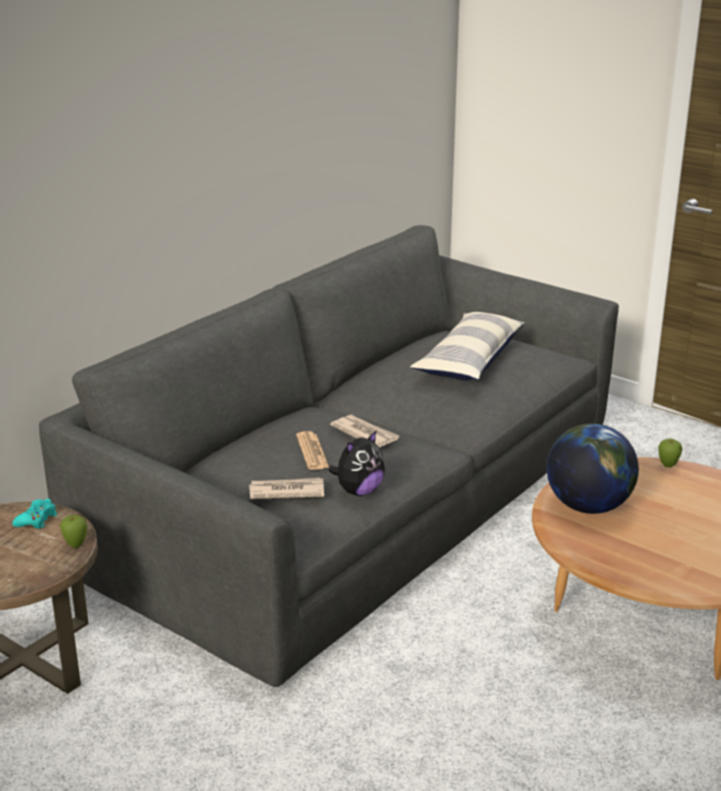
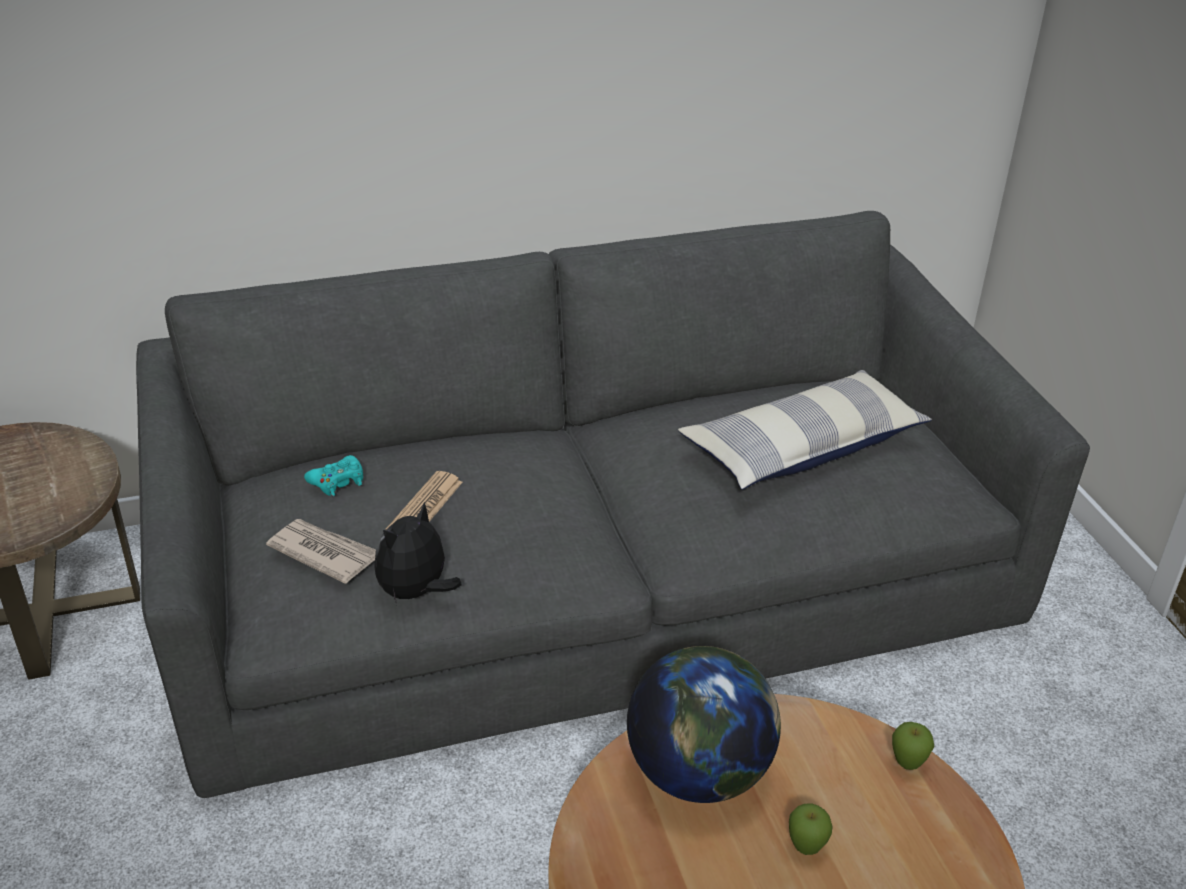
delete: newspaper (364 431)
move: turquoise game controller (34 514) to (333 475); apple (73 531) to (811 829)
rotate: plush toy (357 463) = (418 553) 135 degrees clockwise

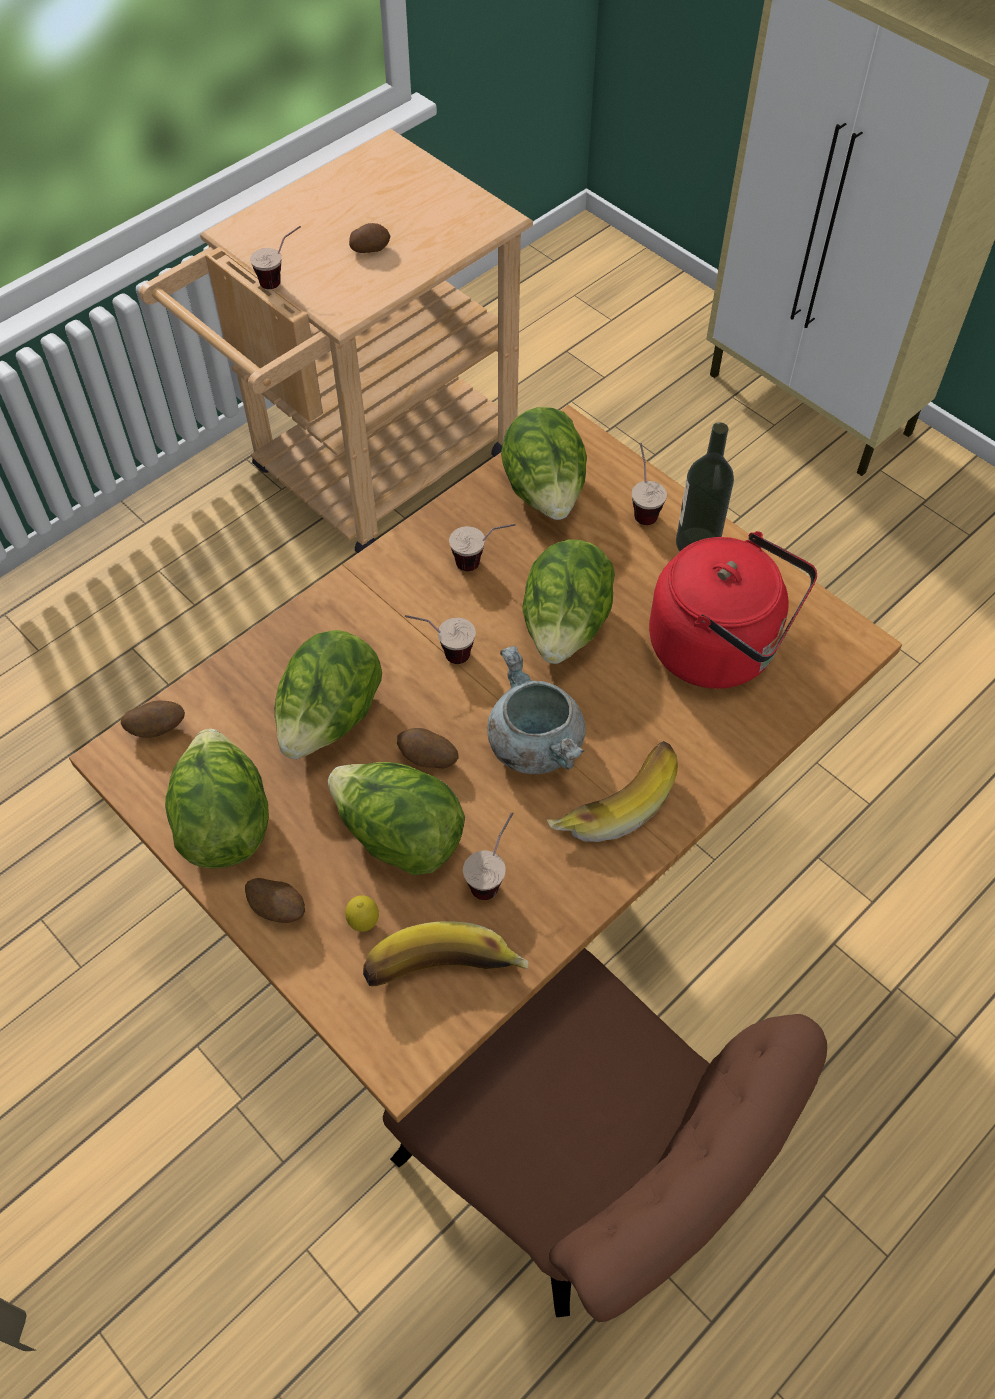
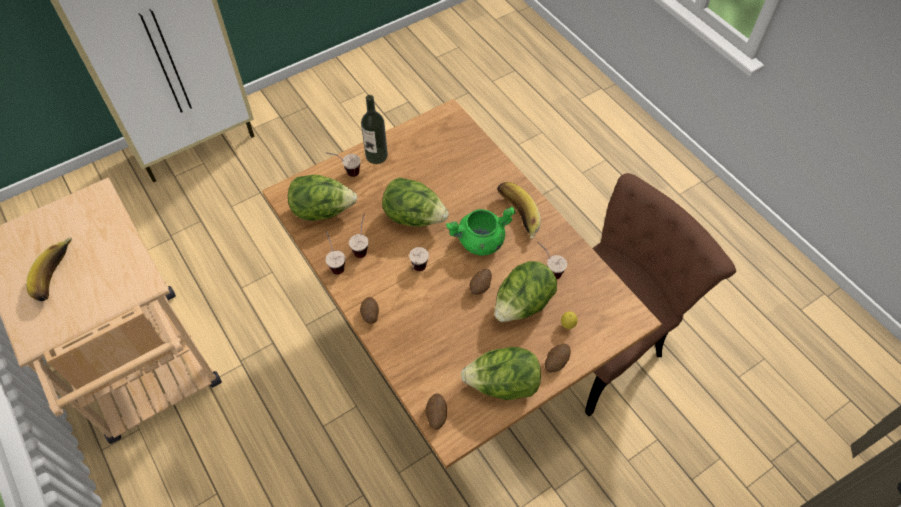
delete: lettuce (328 694); red kettle (733 610)
move: banana (445 953) to (49 269); cup (275 257) to (335 253); potato (369 238) to (369 310)
recolor: grey cooking pot (536 710) to green cooking pot (480 231)

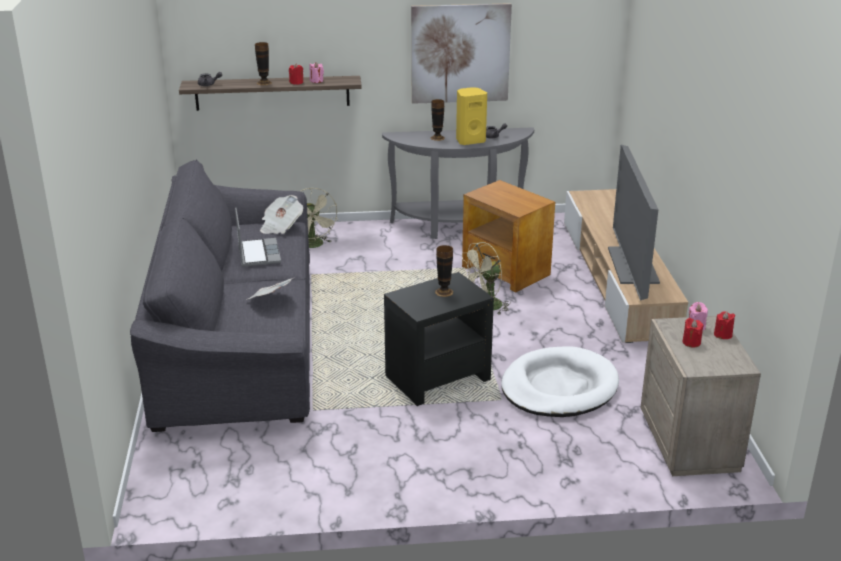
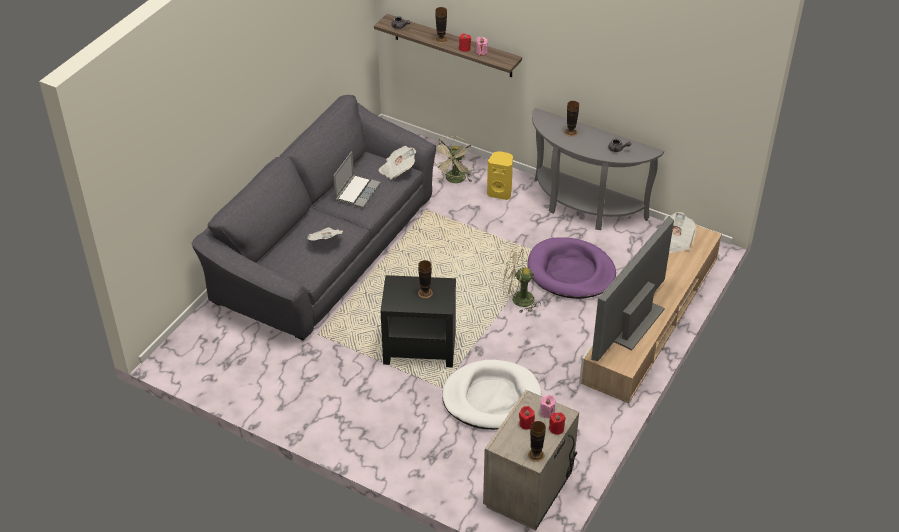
delete: picture (461 53)
insert: vase (537 441); newspaper (679 232)
move: yellow speaker (471 116) to (500 175)
replace: brown side table (508 236) to purple dog bed (571 268)

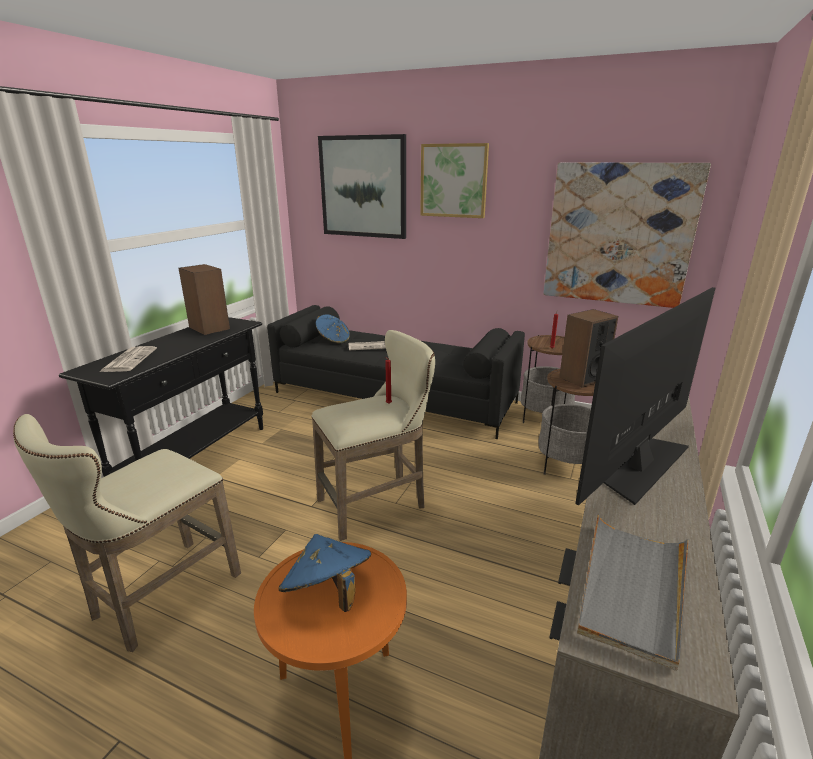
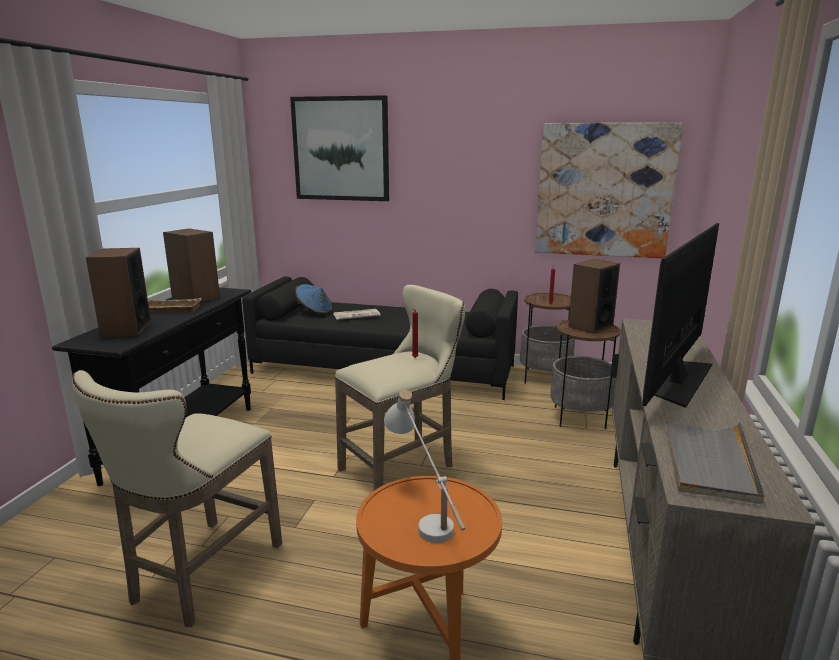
delete: picture (454 180)
insert: beige tray (175 305)
replace: newspaper (128 359) to speaker (118 293); blue hat (325 573) to white table lamp (425 466)

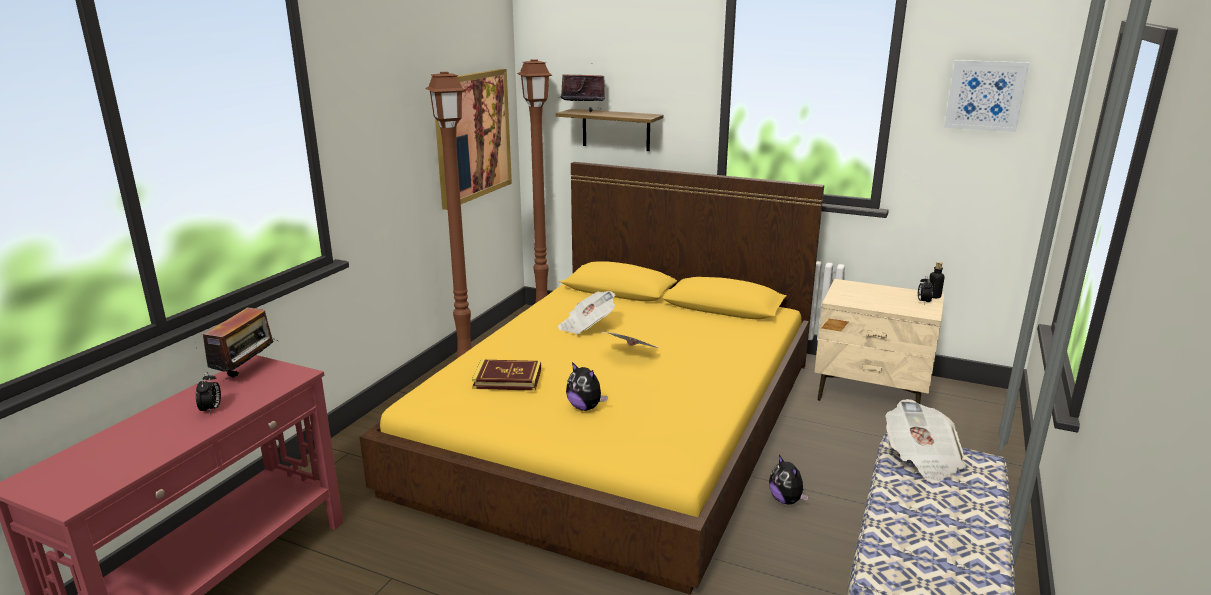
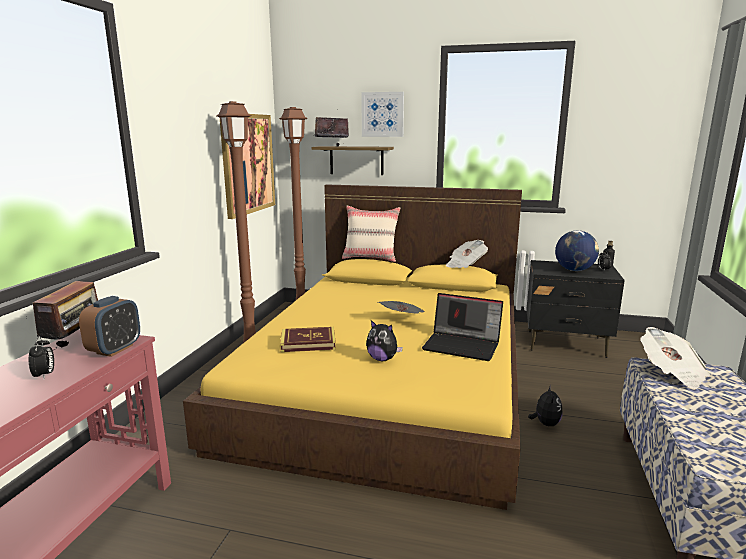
insert: alarm clock (109 326); beige pillow (371 234); laptop (462 327); globe (577 250)
move: picture (986 96) to (382 114); newspaper (586 312) to (467 254)
recolor: beige nightstand (879 341) to black nightstand (575 309)
rotate: plush toy (789 480) = (545 405) 135 degrees counterclockwise

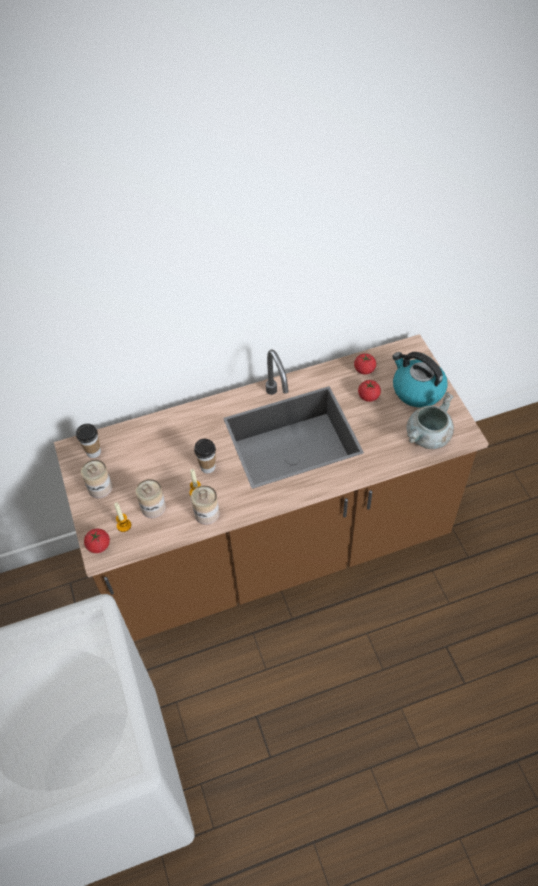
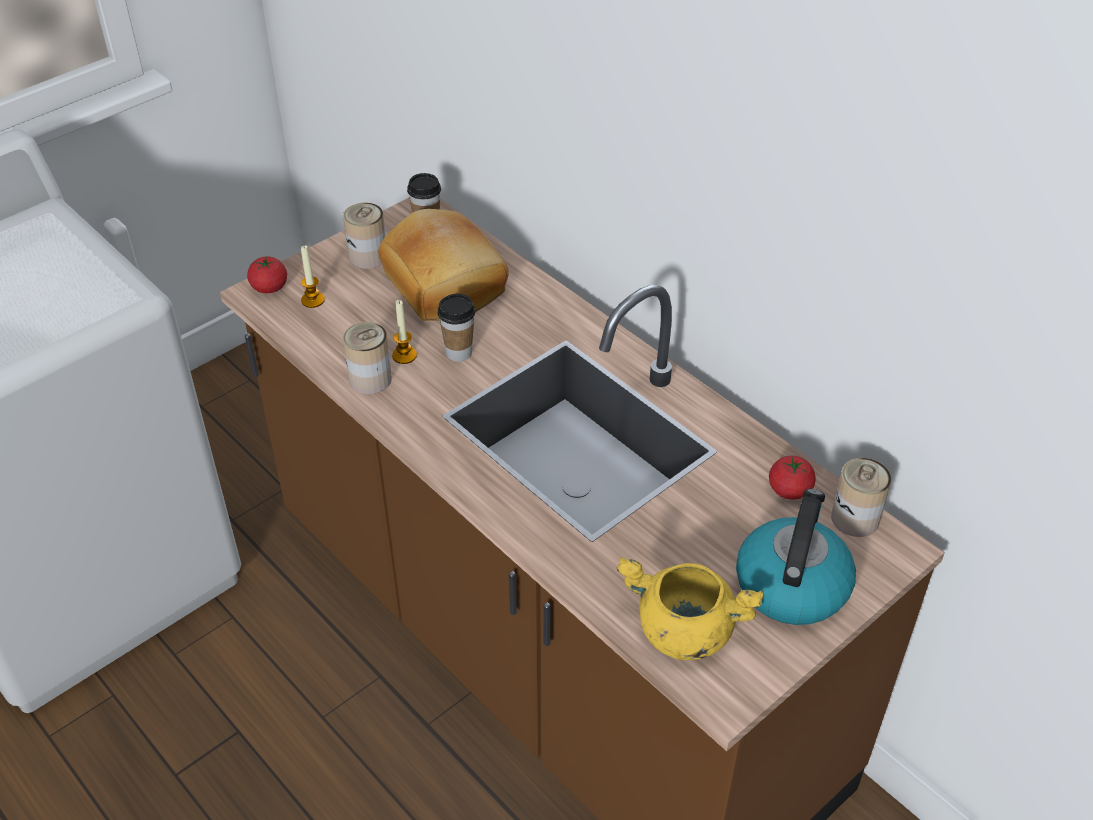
delete: tomato (369 391)
insert: bread (444 265)
move: can (151 498) to (861 497)
recolor: grey cooking pot (430 420) to yellow cooking pot (690 608)

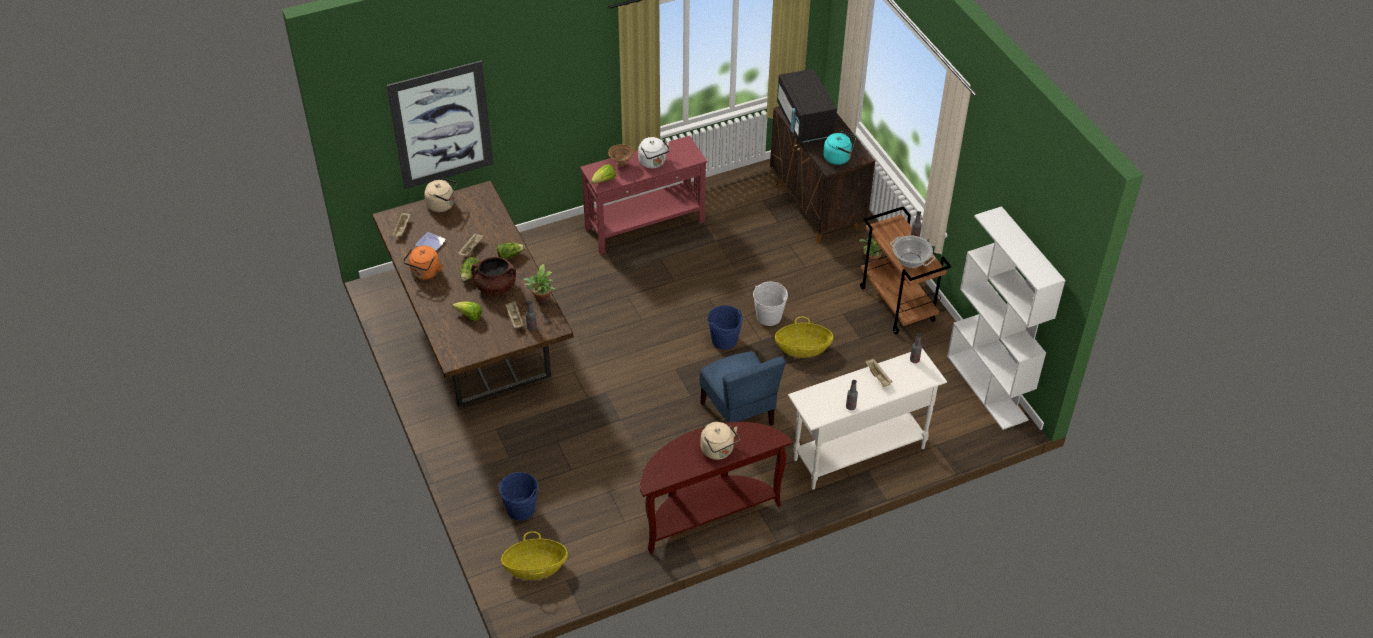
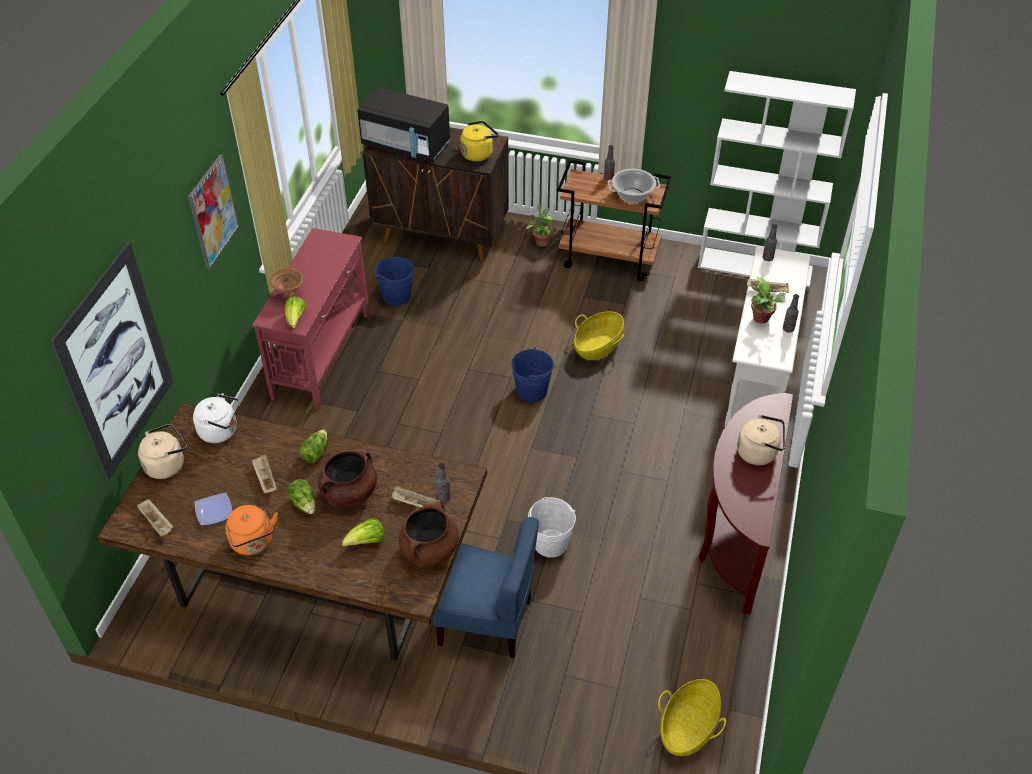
insert: picture (213 212); brown cooking pot (429 534)
move: white kettle (654 153) to (216 418); blue bucket (518 496) to (394 281); blue chair (742 388) to (486 587); white bucket (770 304) to (552 527); potted plant (539 283) to (768 300)
recolor: turquoise kettle (839 148) to yellow kettle (479 141)

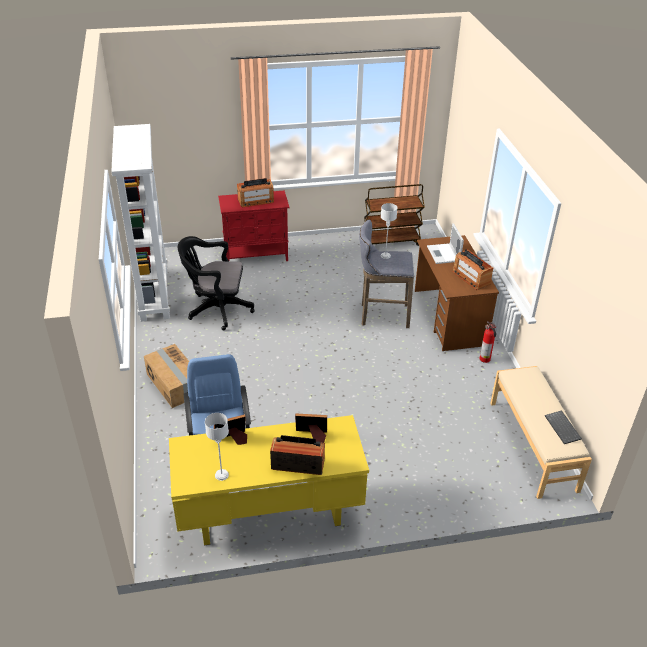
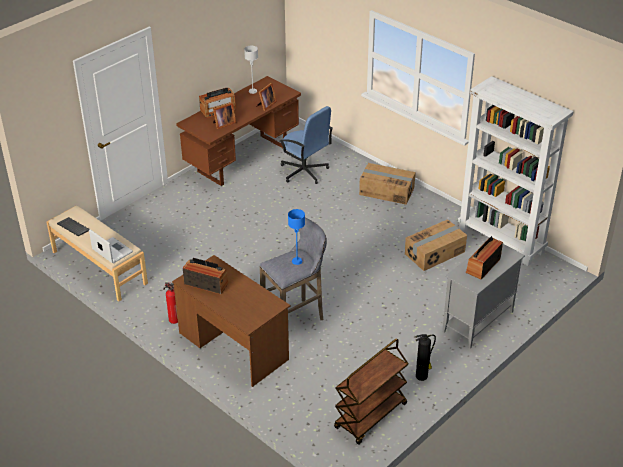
insert: fire extinguisher (426 357)
move: laptop (445 243) to (111 246)
replace: black office chair (216 283) to cardboard box (436 245)
recolor: yellow desk (269 480) to brown desk (238 131); grey table lamp (389 231) to blue table lamp (296 237); red cabinet (253 225) to grey cabinet (483 296)

